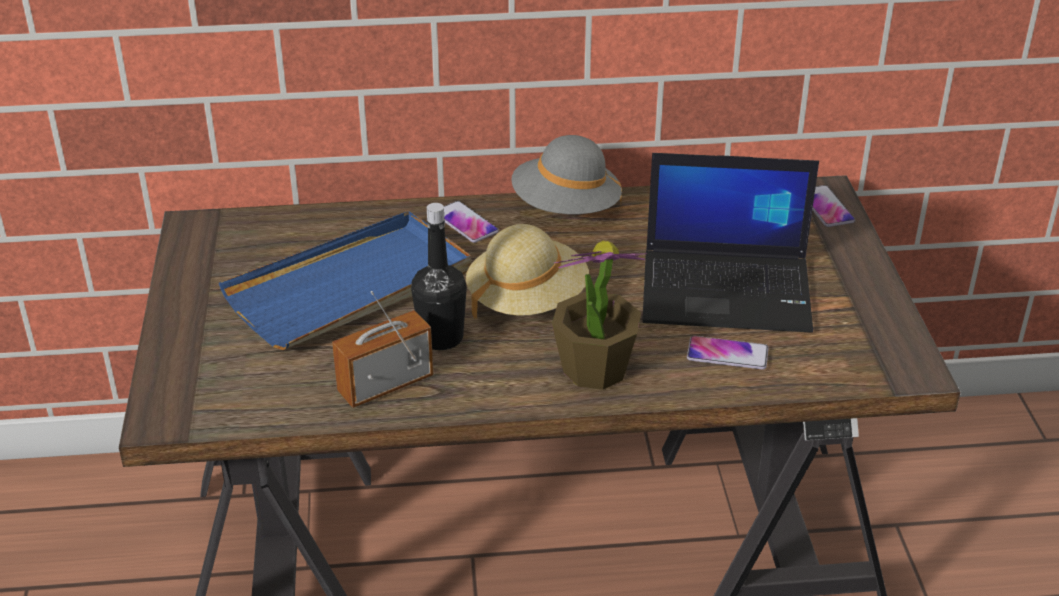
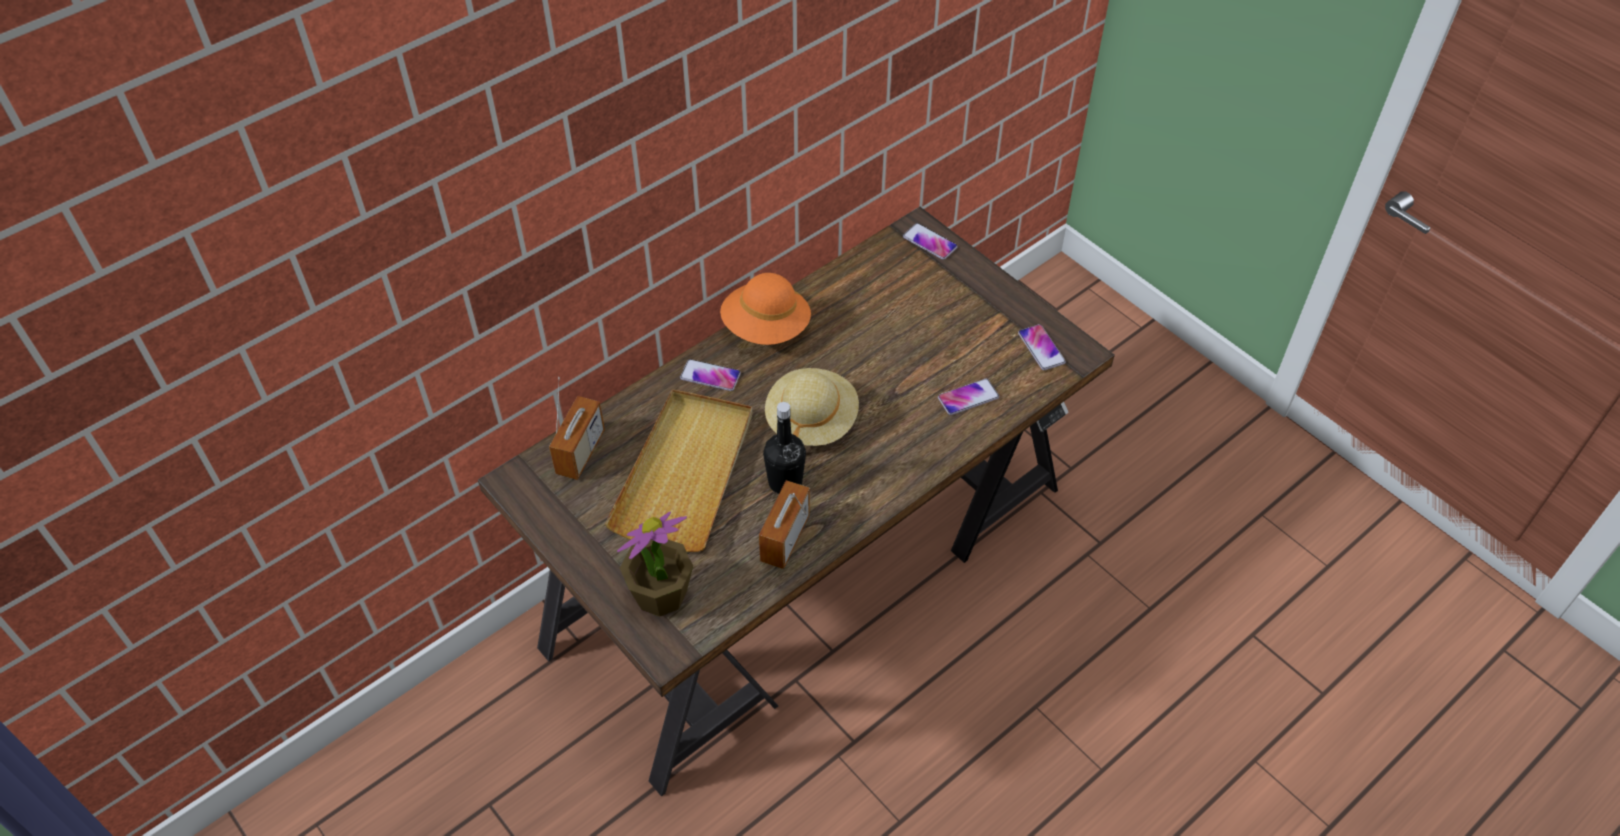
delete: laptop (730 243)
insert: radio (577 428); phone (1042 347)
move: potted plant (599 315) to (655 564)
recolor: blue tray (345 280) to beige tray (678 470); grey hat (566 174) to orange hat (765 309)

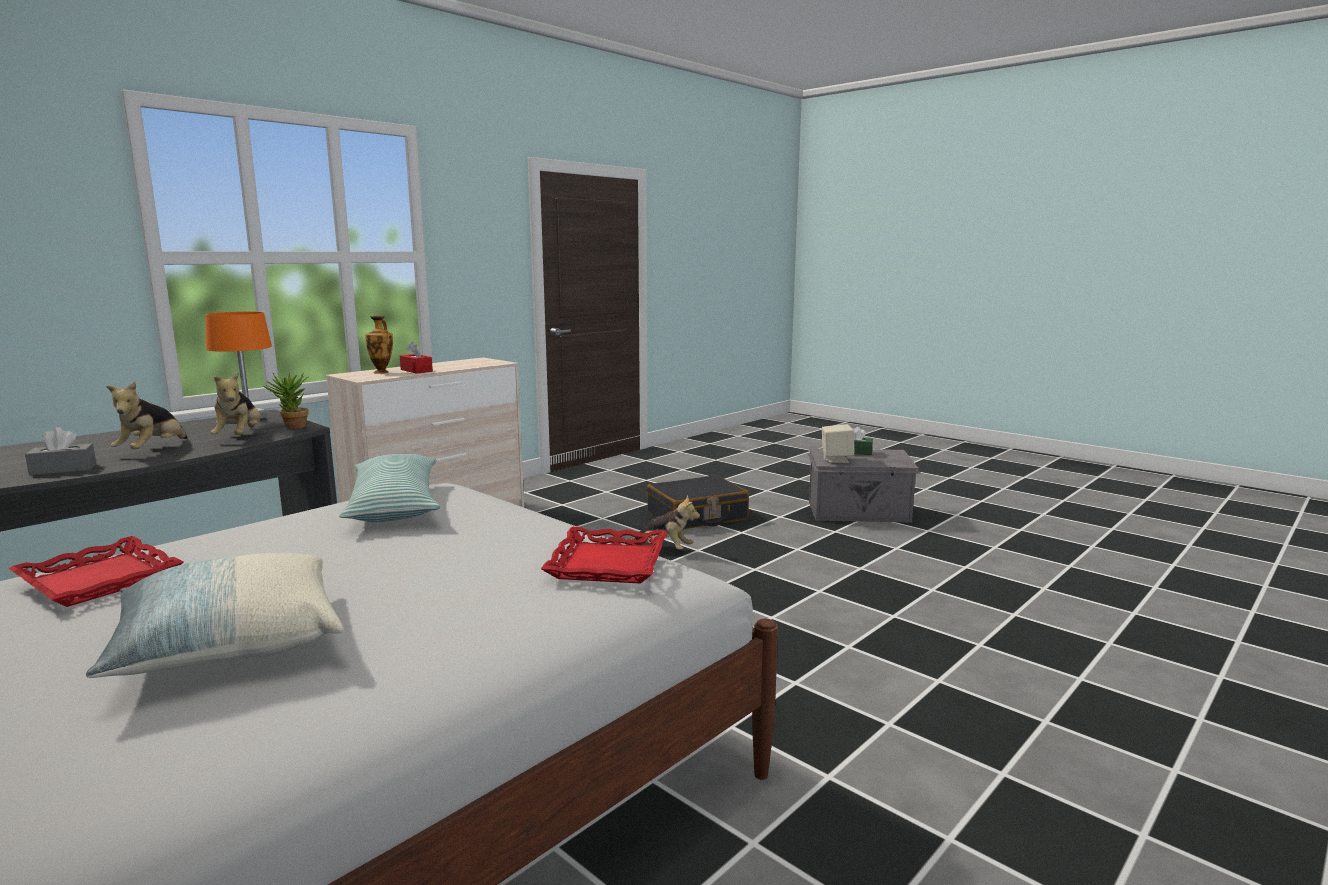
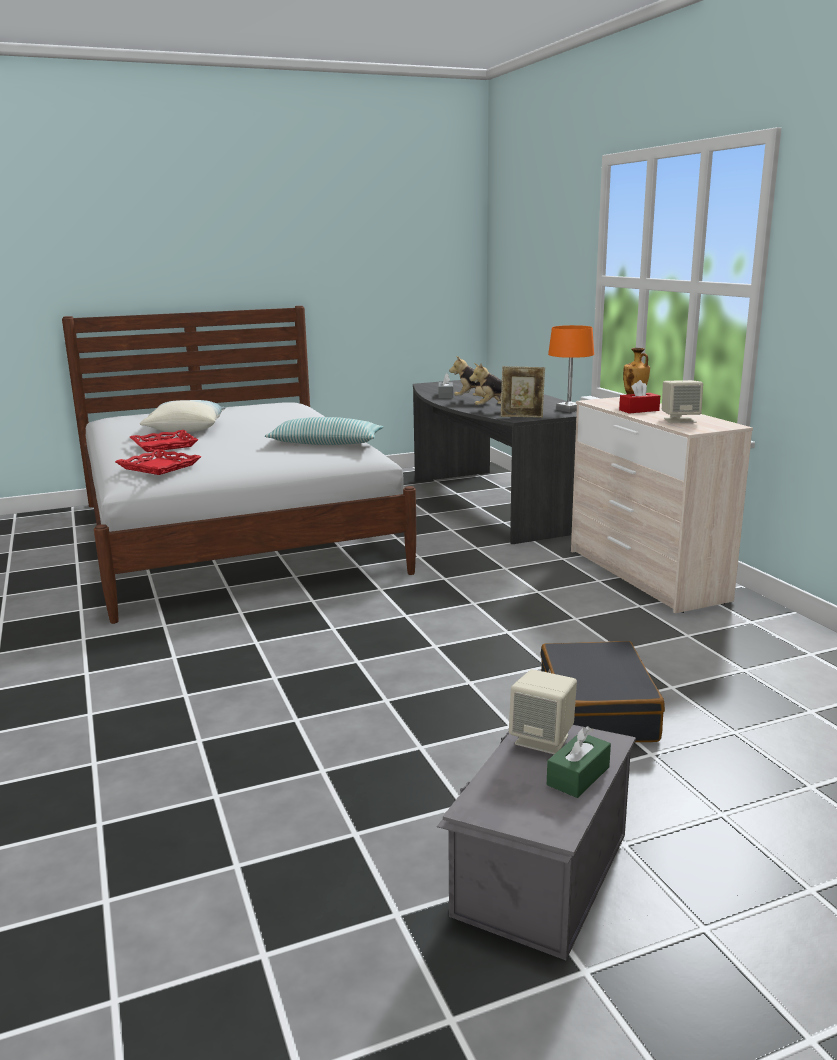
delete: plush toy (666 522)
insert: beige speaker (682 401)
move: red tray (96 571) to (164 441)
replace: potted plant (286 400) to picture frame (523 392)

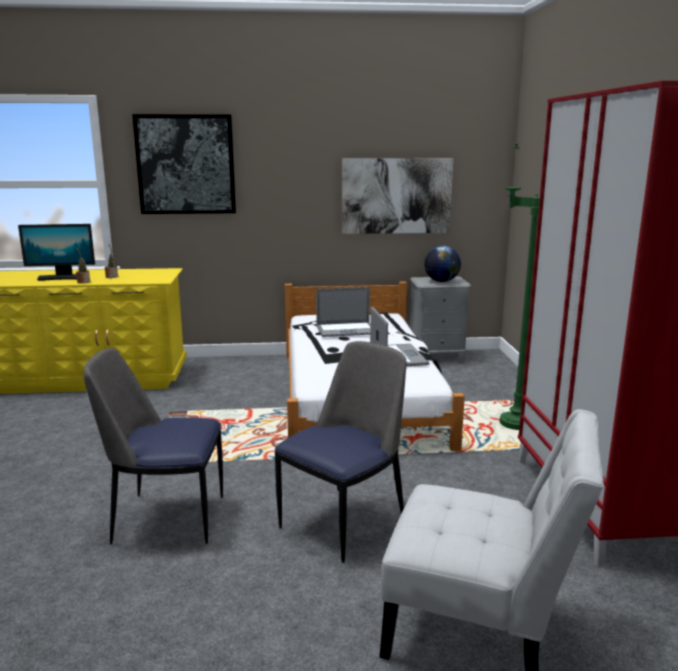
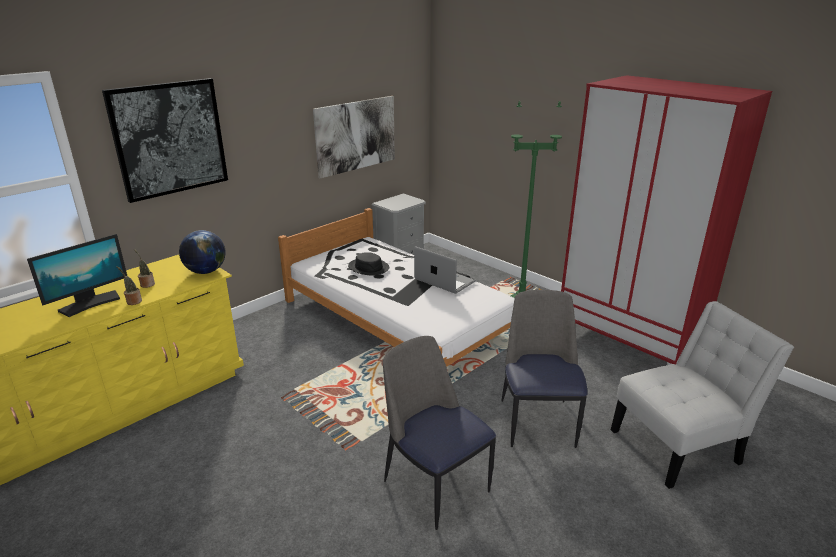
move: globe (442 263) to (202 252)
replace: laptop (343 312) to black hat (368 263)
rotate: chair (153 446) = (439 433) 90 degrees clockwise

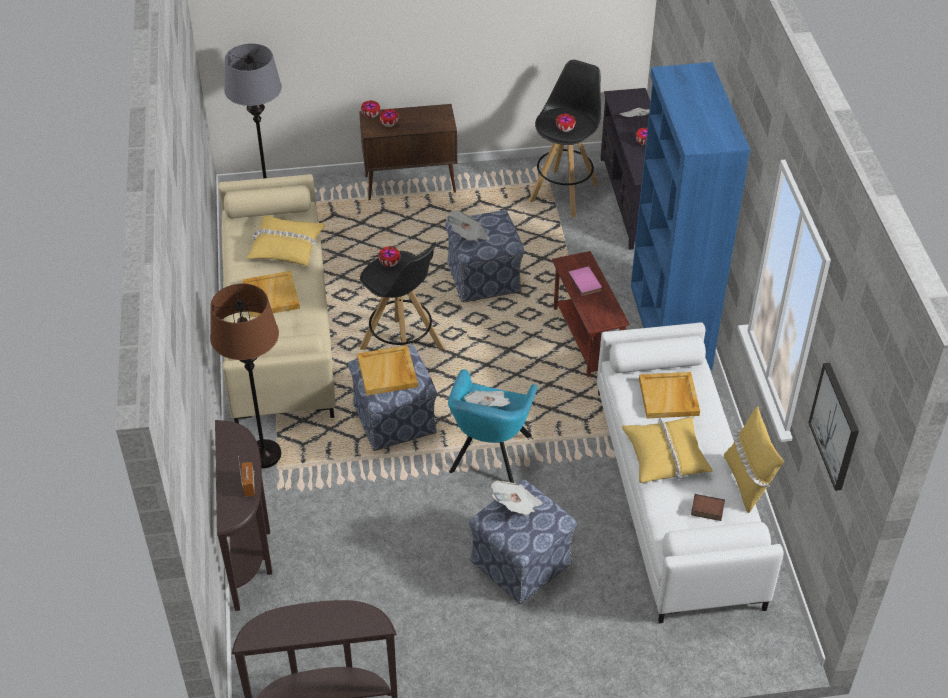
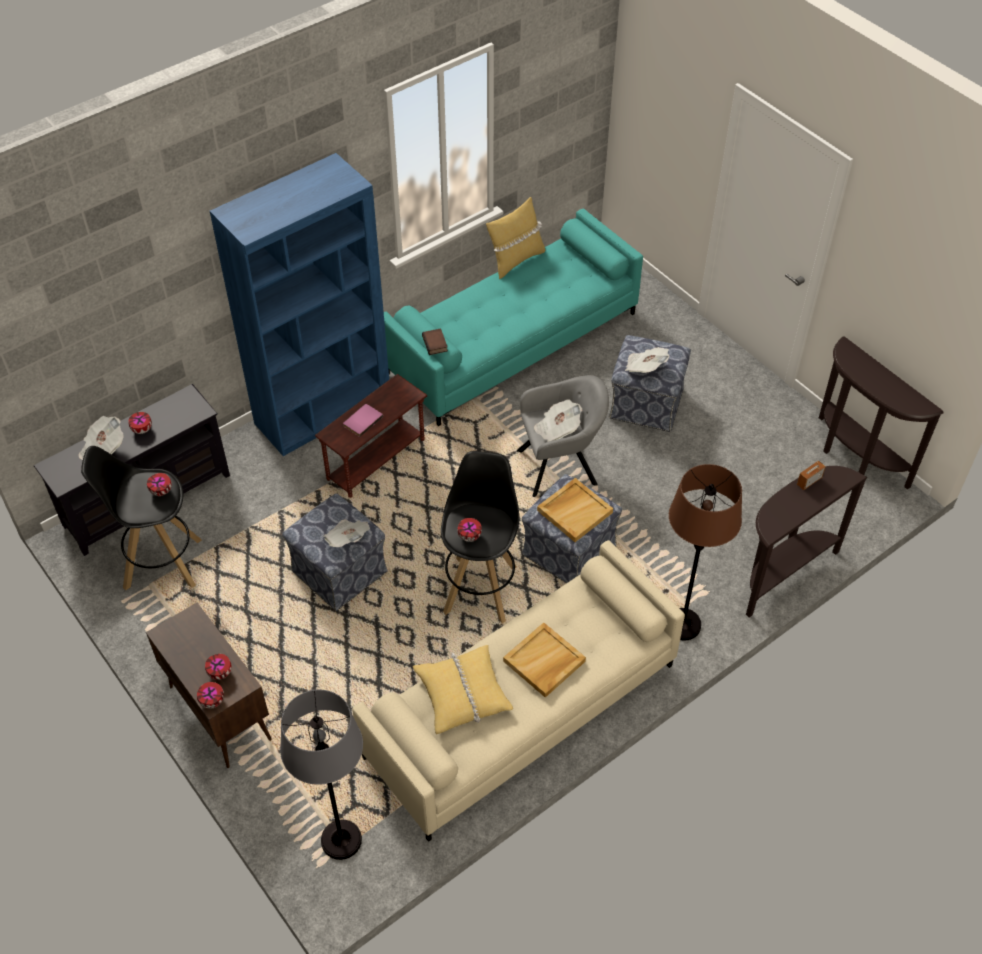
delete: yellow pillow (667 450); beige tray (669 395); picture (833 427)
move: book (708 507) to (435 341)
recolor: white sofa (690 472) to turquoise sofa (513 317); turquoise armchair (493 426) to grey armchair (563 436)

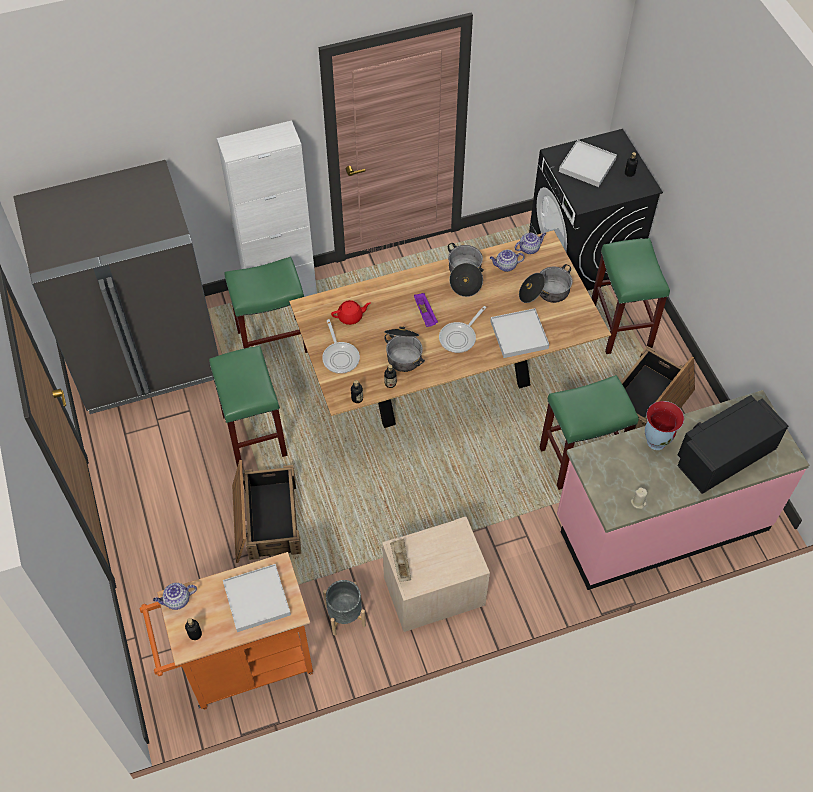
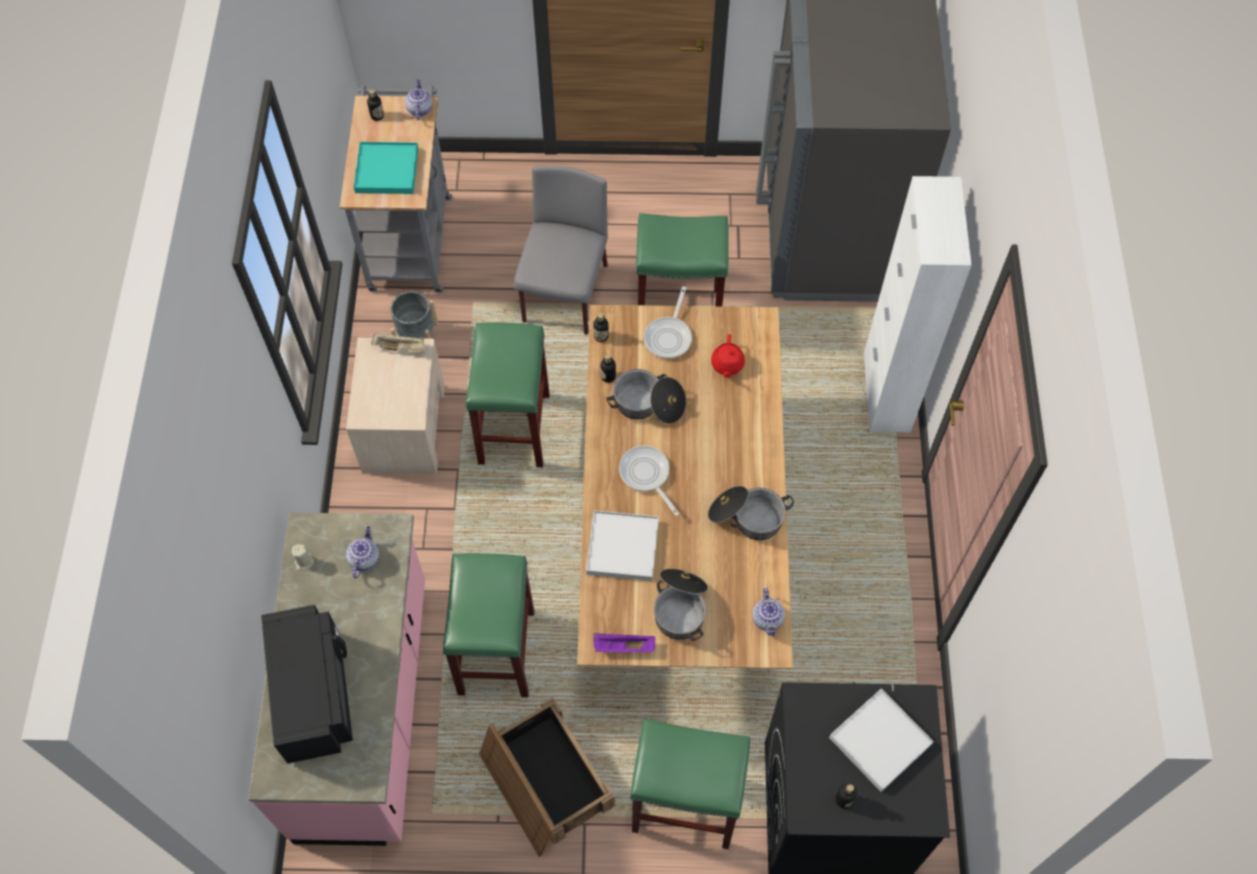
delete: vase (664 425)
move: teapot (507 261) to (362 552); green stool (266 305) to (508 394); purple tray (426 310) to (624 642)
replace: crate (266 511) to grey chair (561 250)
recolor: orange cart (226 631) to grey cart (396 189); white tray (257 598) to turquoise tray (386 168)
rotate: frying pan (341 346) = (668 322) 75 degrees counterclockwise

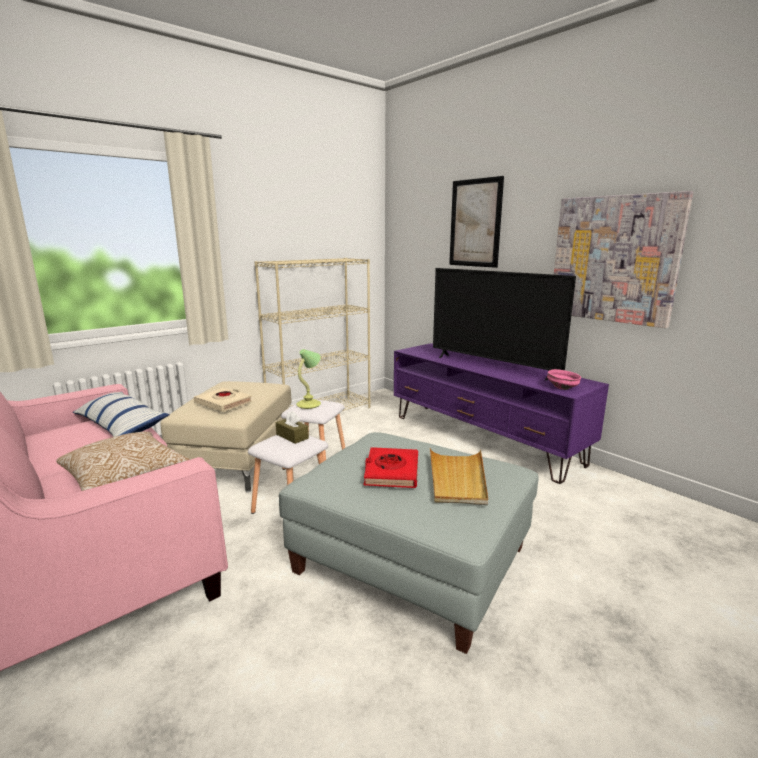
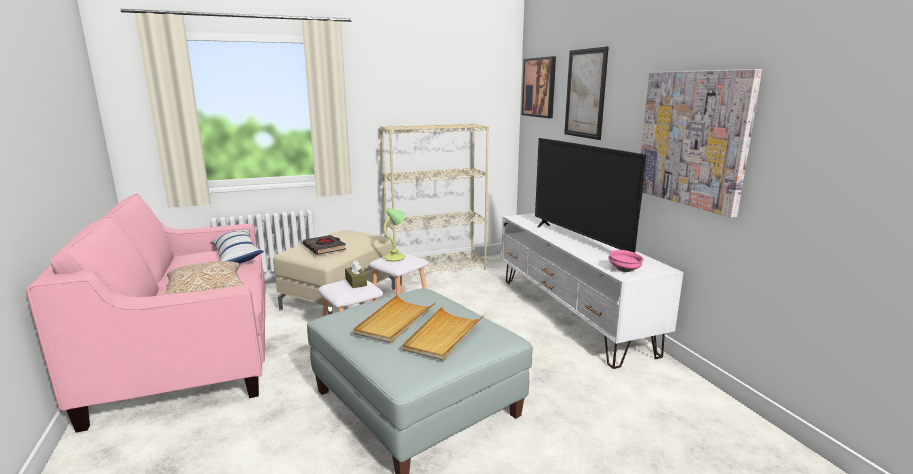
insert: picture (539 87)
replace: red book (390 467) to beige tray (395 319)
recolor: beige book (223 400) to black book (324 245); purple tv stand (501 413) to white tv stand (592 291)

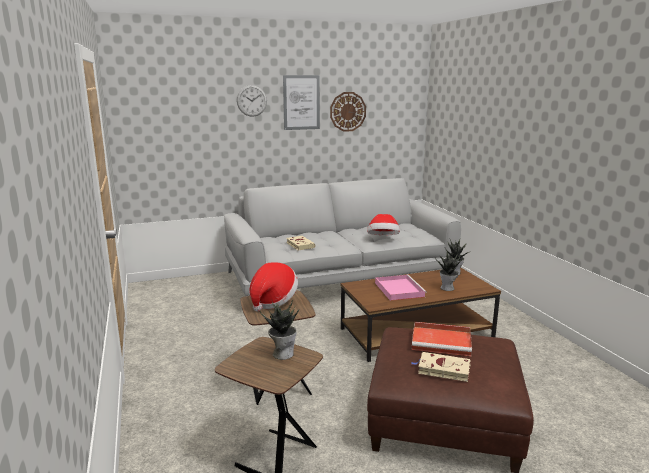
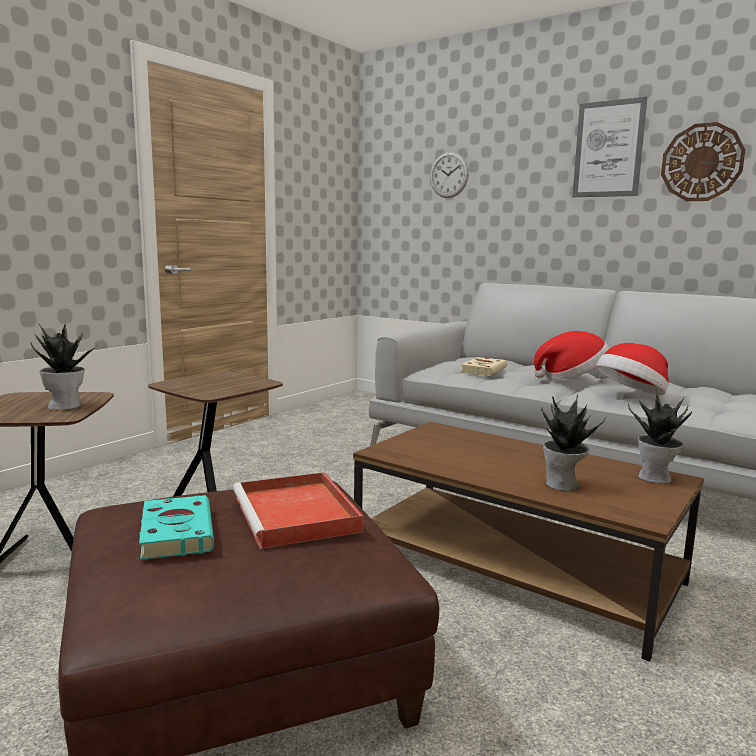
delete: pink tray (401 288)
move: wall clock (252 101) to (449 175); hat (273 287) to (571 355)
recolor: beige book (441 367) to turquoise book (176 527)

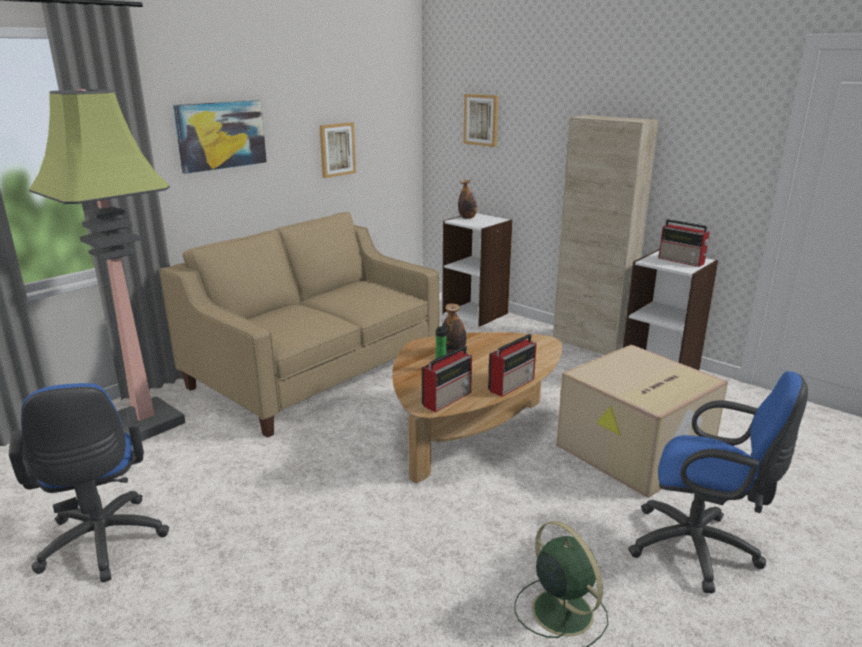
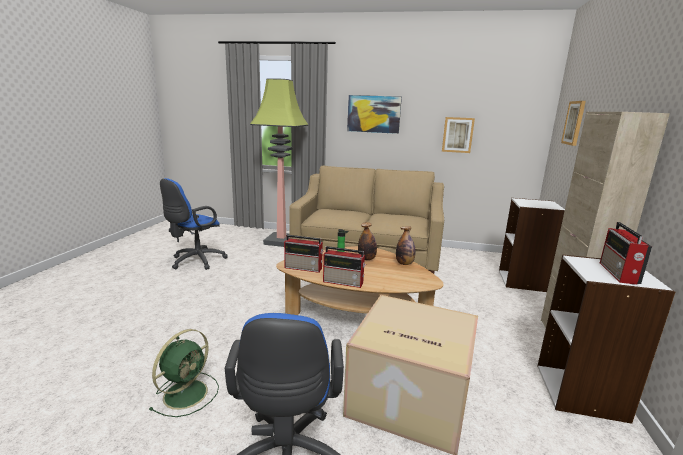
move: bottle (467 199) to (406 245)

